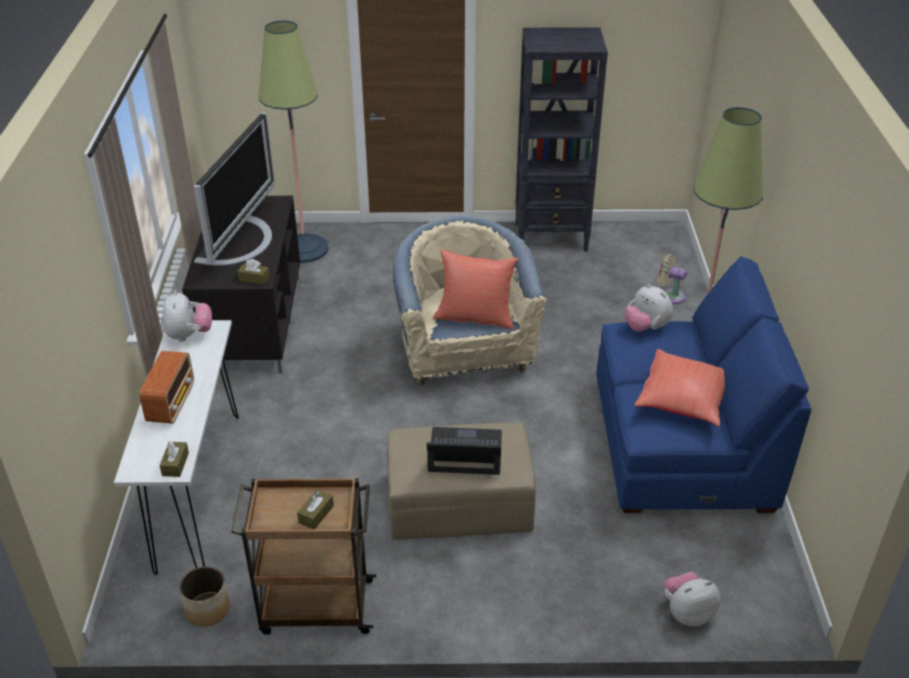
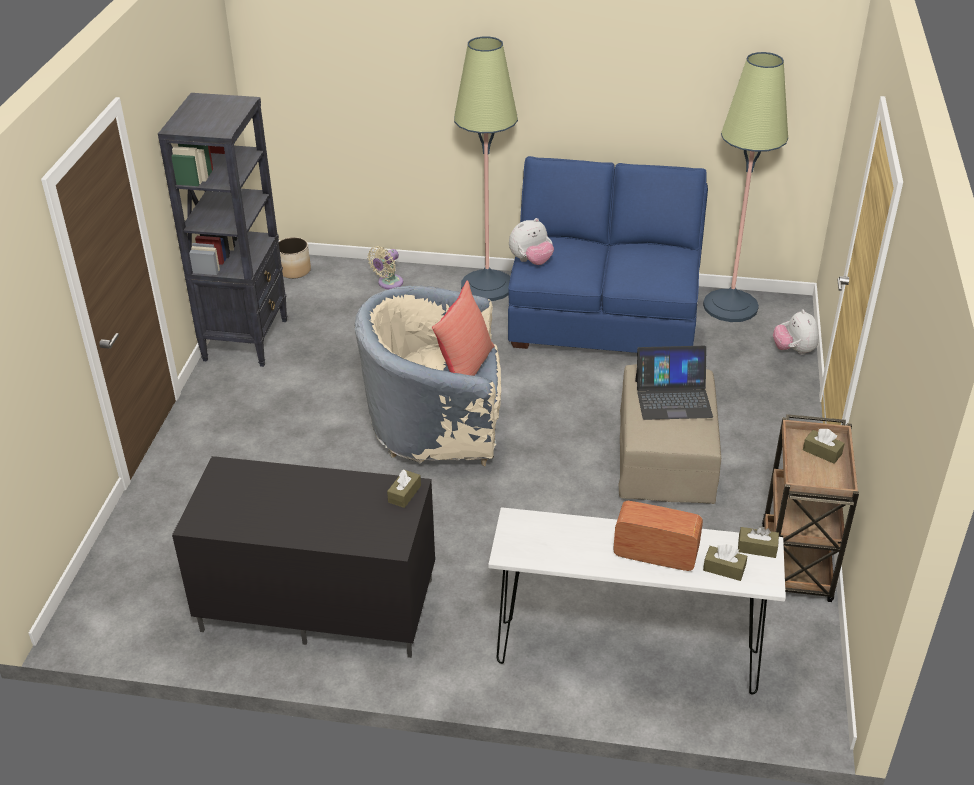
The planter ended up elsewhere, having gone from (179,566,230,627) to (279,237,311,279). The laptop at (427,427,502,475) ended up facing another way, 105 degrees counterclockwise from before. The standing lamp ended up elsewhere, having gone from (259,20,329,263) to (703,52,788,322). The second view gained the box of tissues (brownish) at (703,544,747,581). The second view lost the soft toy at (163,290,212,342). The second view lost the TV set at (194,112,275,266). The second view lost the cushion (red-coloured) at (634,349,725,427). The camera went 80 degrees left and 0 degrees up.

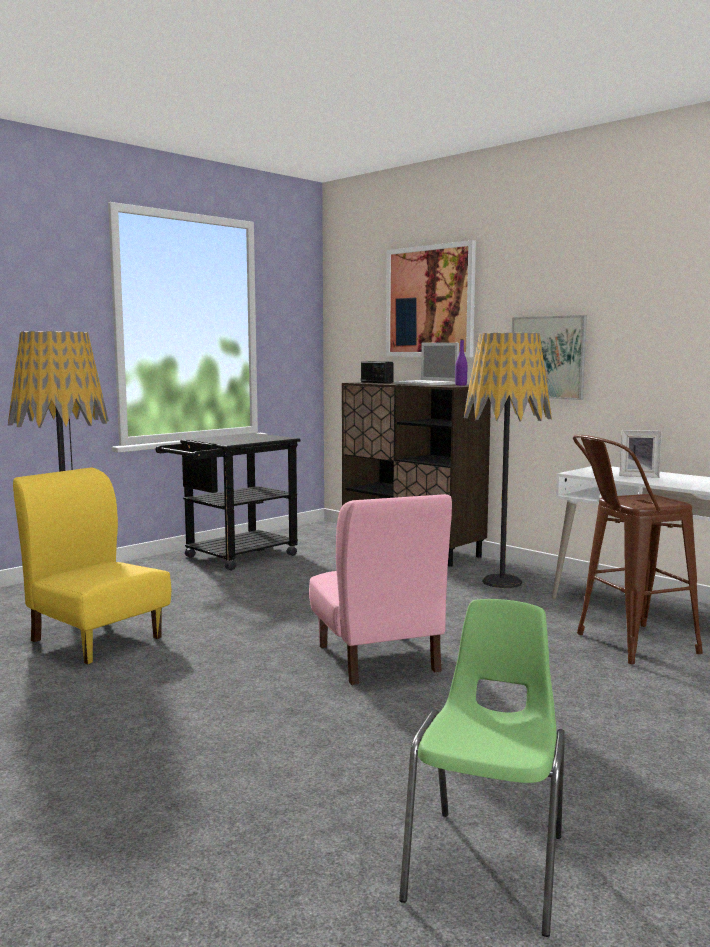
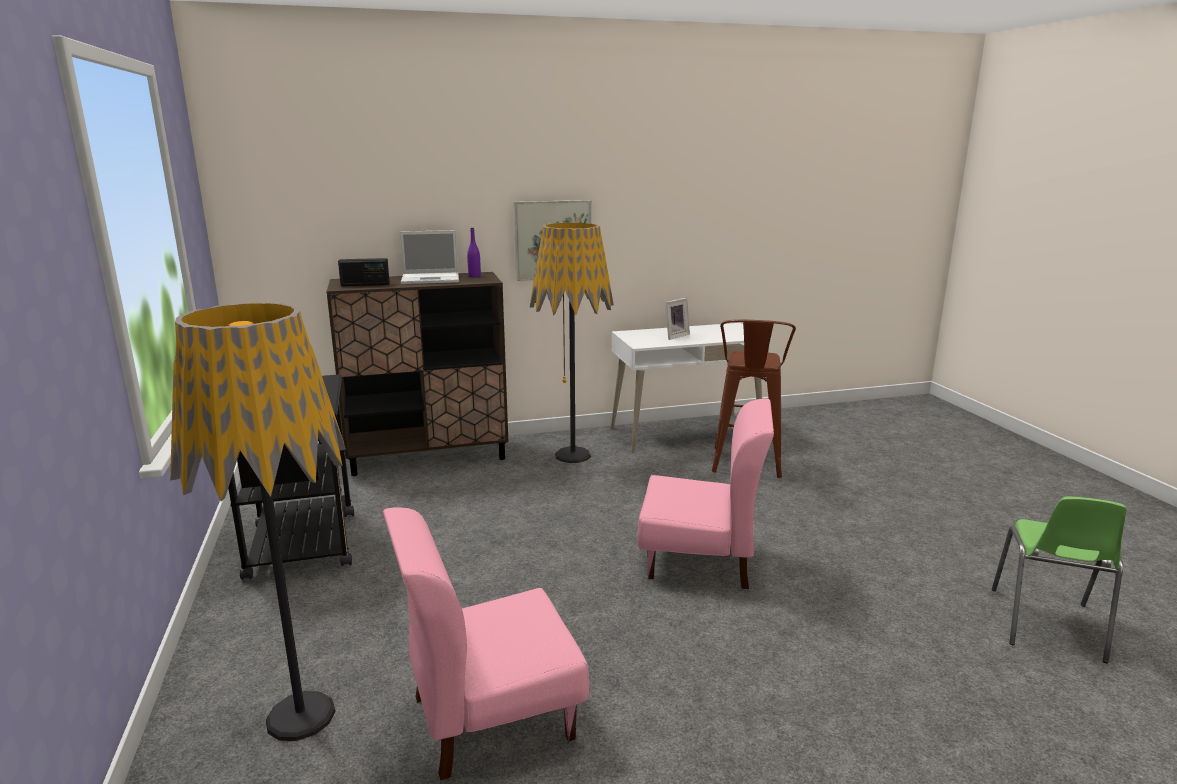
What was the upright chair (yellow-coloured) at (13,467,171,664) turned into the upright chair (pink) at (383,507,589,780). The upright chair (greenish) at (399,599,565,937) ended up facing another way, 120 degrees counterclockwise from before. The second view lost the wall picture at (386,240,476,357). The camera went 60 degrees left and 10 degrees up.

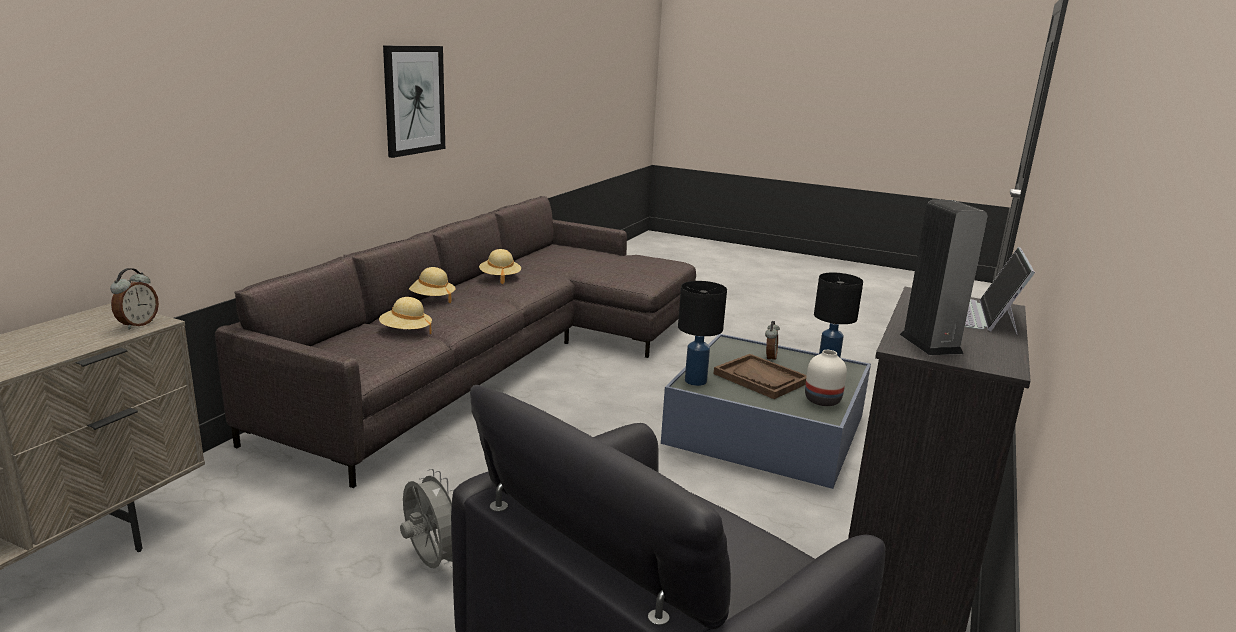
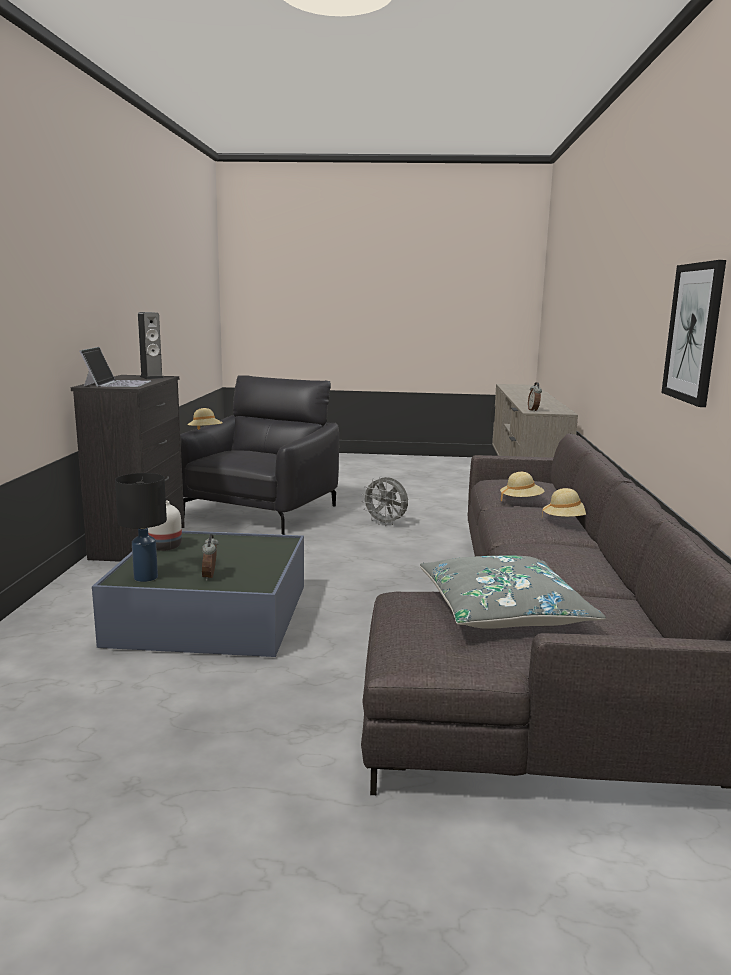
The clothing hat (beige) ended up elsewhere, having gone from (479,249,521,284) to (187,408,223,430). The second view gained the cushion (gray) at (420,556,606,629). The second view lost the lamp for a table (black-coloured) at (678,281,727,386). The second view lost the carrying tray (brownish) at (714,354,807,399). The camera went 160 degrees right and 5 degrees down.

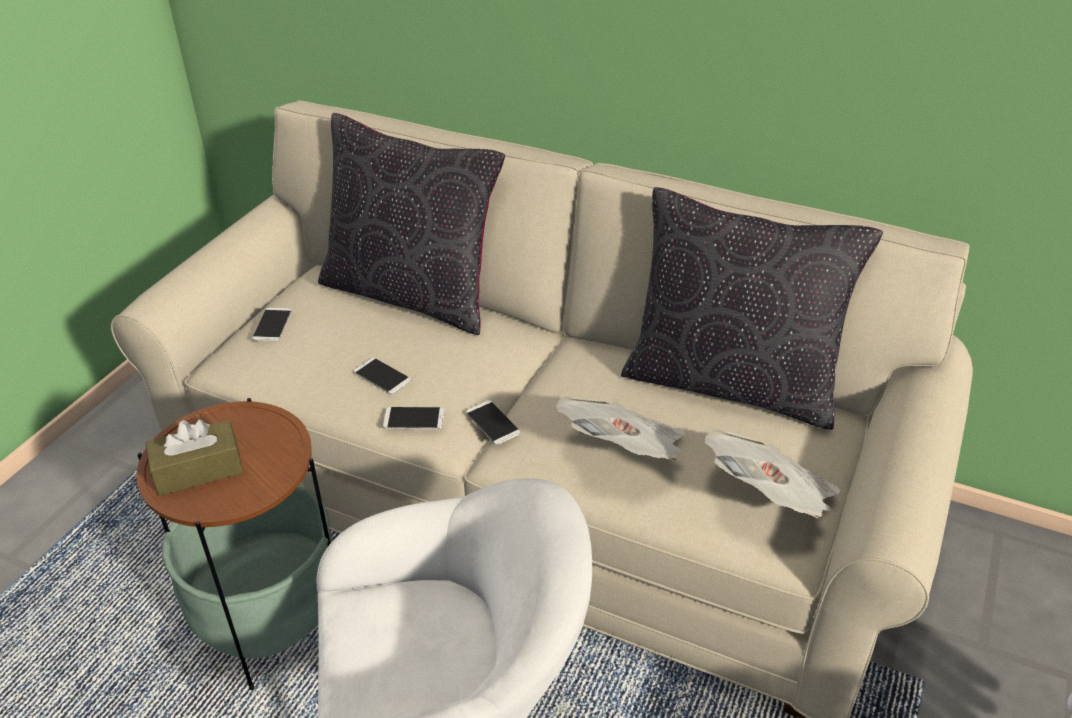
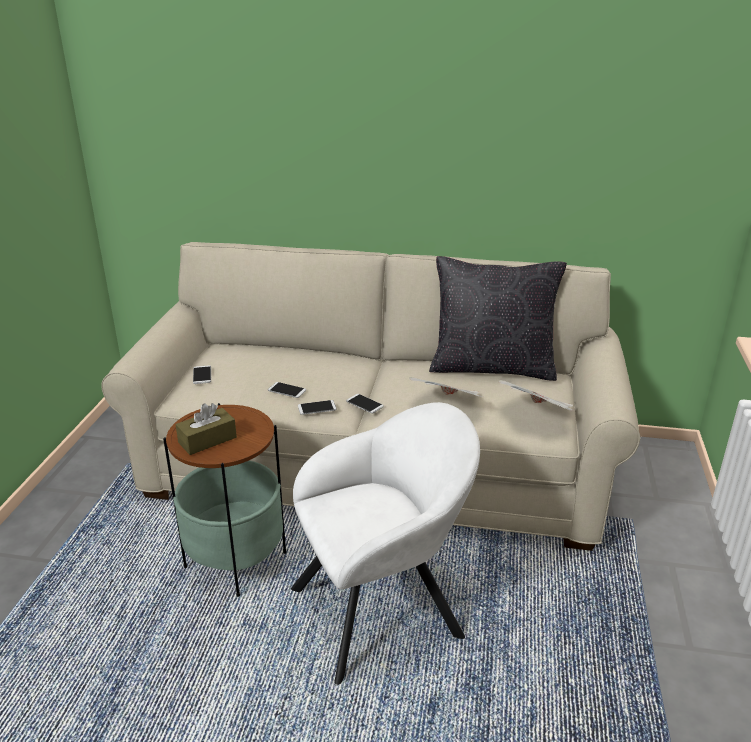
The second view lost the cushion (black-coloured) at (318,113,505,335). The camera went 15 degrees left and 10 degrees down.

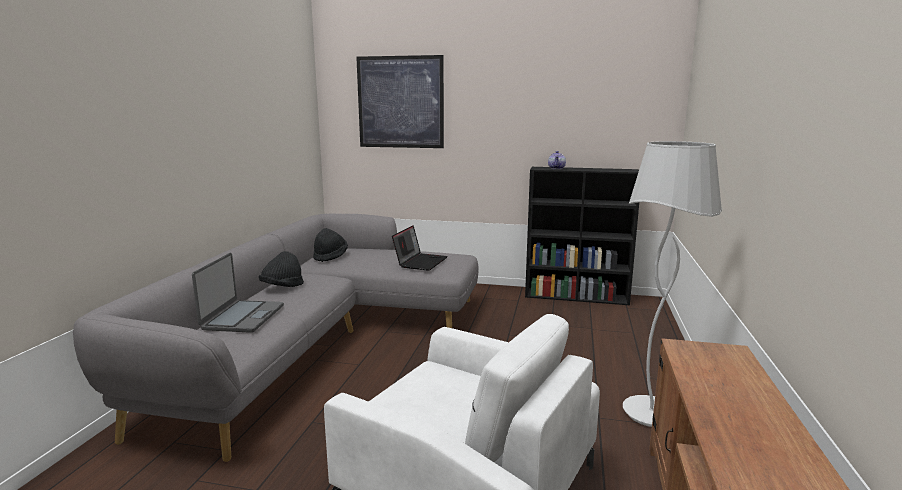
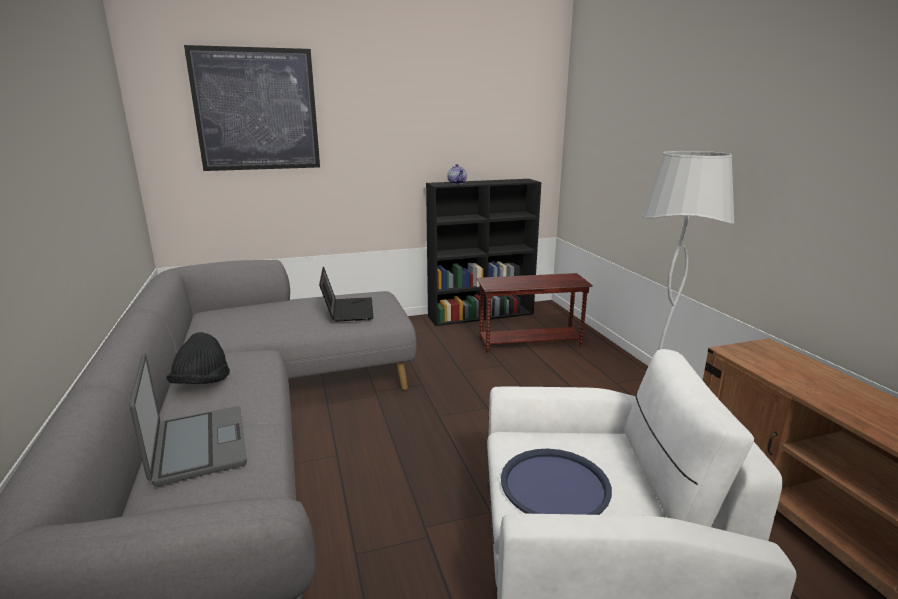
The second view gained the end table (brownish) at (477,273,593,352). The second view gained the carrying tray (blue-coloured) at (501,449,612,515). The second view lost the clothing hat (black-coloured) at (313,228,348,262). The camera went 30 degrees left and 5 degrees up.

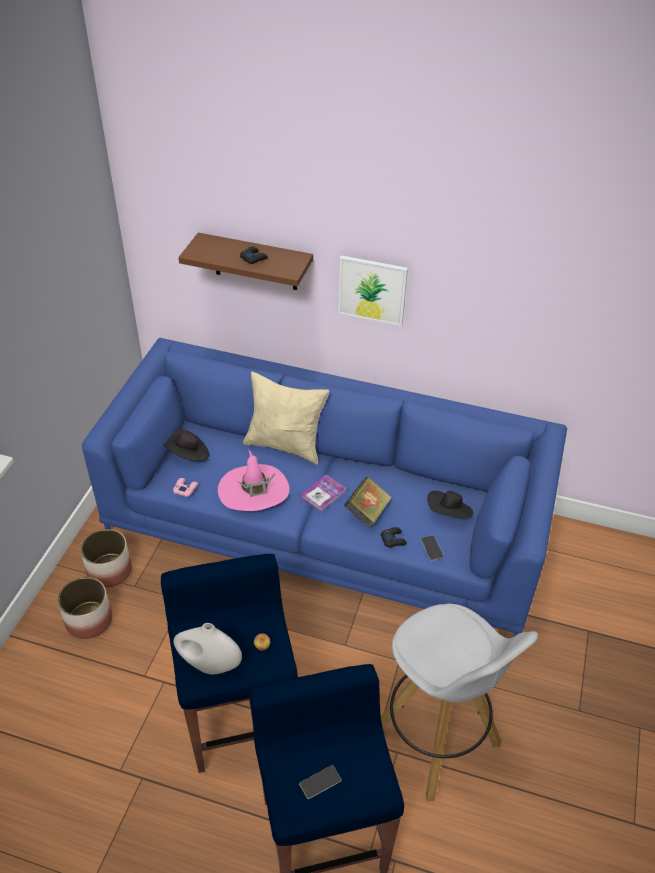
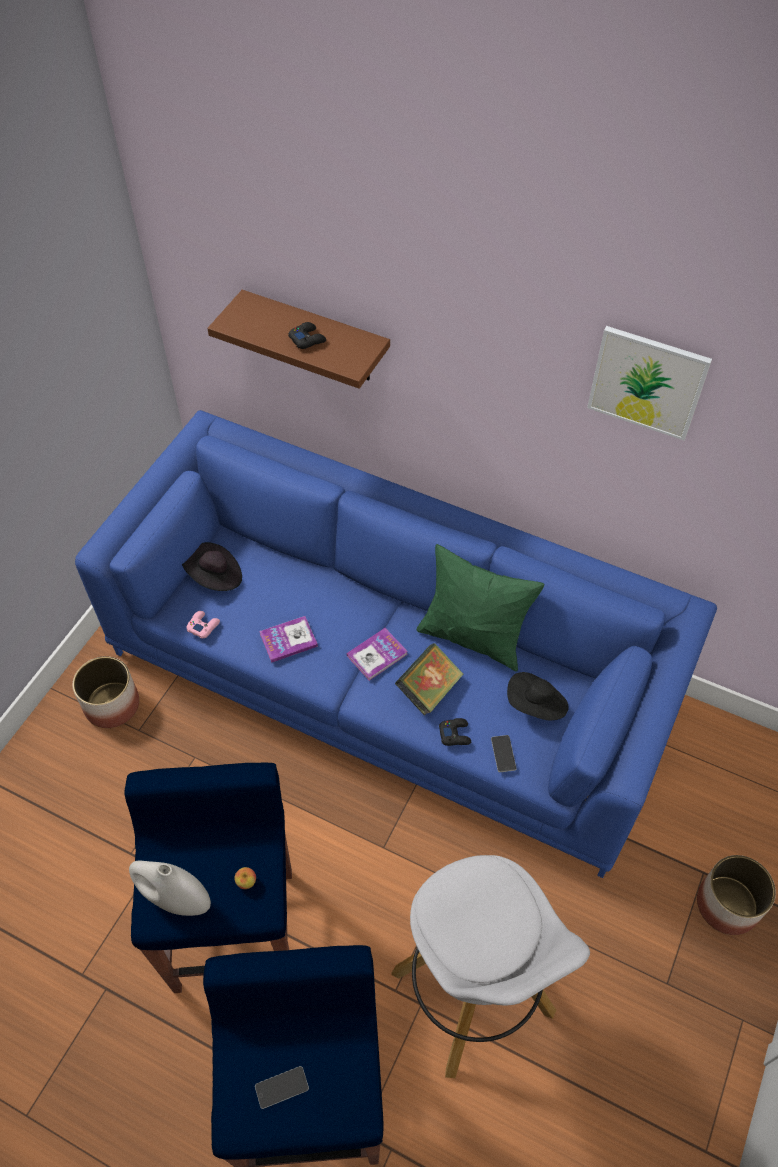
Where the clothing hat (pink) stood at (218,449,289,511), the bound book came to stand at (259,616,318,663). The second view gained the cushion (greenish) at (417,544,544,672). The wall picture ended up elsewhere, having gone from (338,255,408,326) to (587,326,712,440). The planter ended up elsewhere, having gone from (57,577,112,639) to (697,855,776,935). The second view lost the cushion (beige) at (243,372,329,464). The camera went 10 degrees right and 10 degrees up.

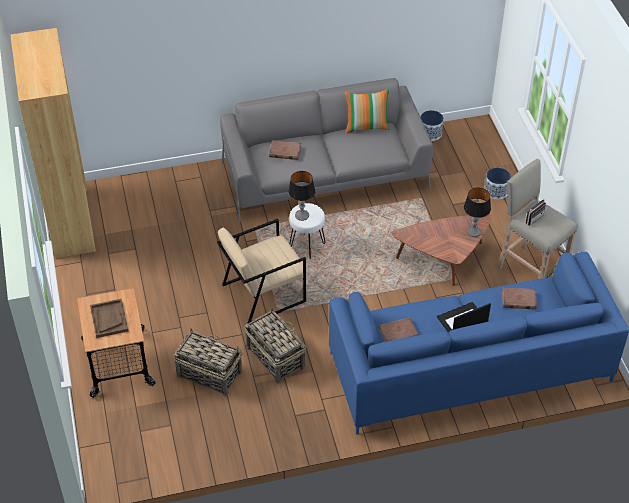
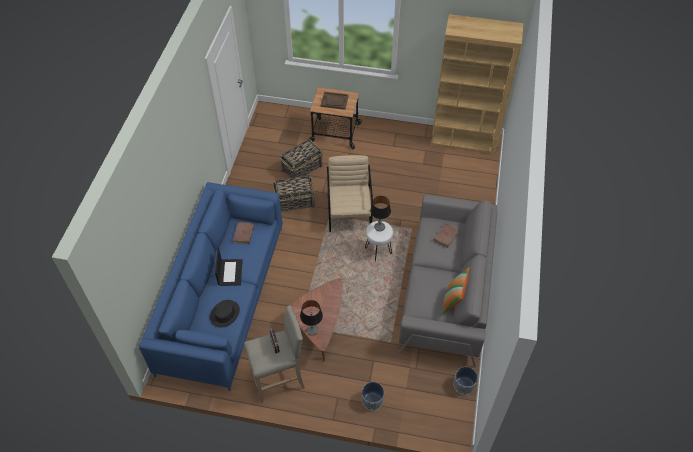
Where the bound book (brownish) stood at (502,287,537,310), the clothing hat (black-coloured) came to stand at (210,300,240,328). The camera went 115 degrees right and 5 degrees up.

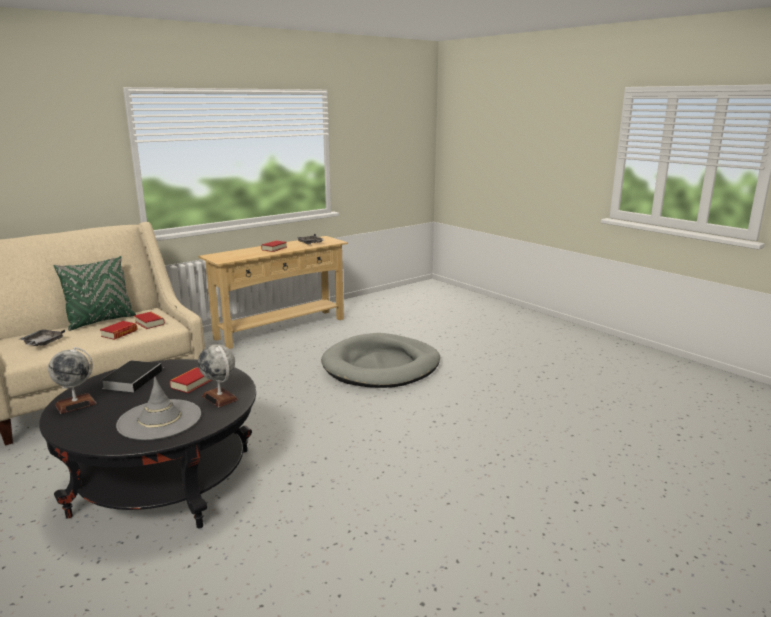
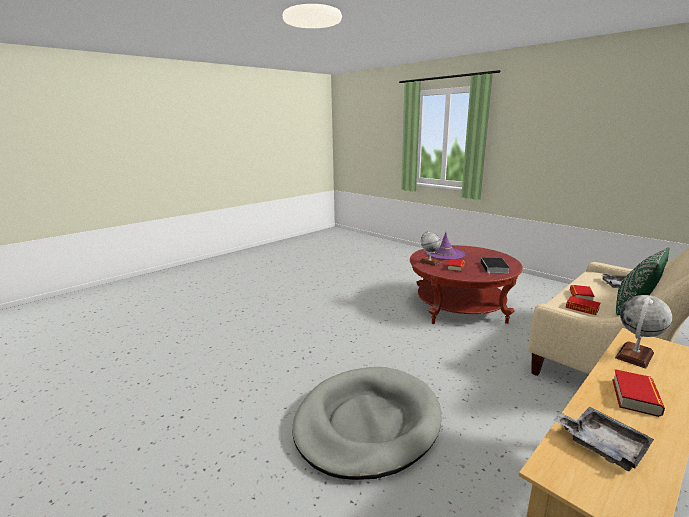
What was the coffee table (black-coloured) at (39,359,256,529) turned into the coffee table (red-coloured) at (410,245,523,324). What was the clothing hat (gray) at (116,377,201,440) turned into the clothing hat (purple) at (426,232,465,260). The desk globe ended up elsewhere, having gone from (48,347,97,414) to (615,295,672,369). The camera went 175 degrees right and 0 degrees up.

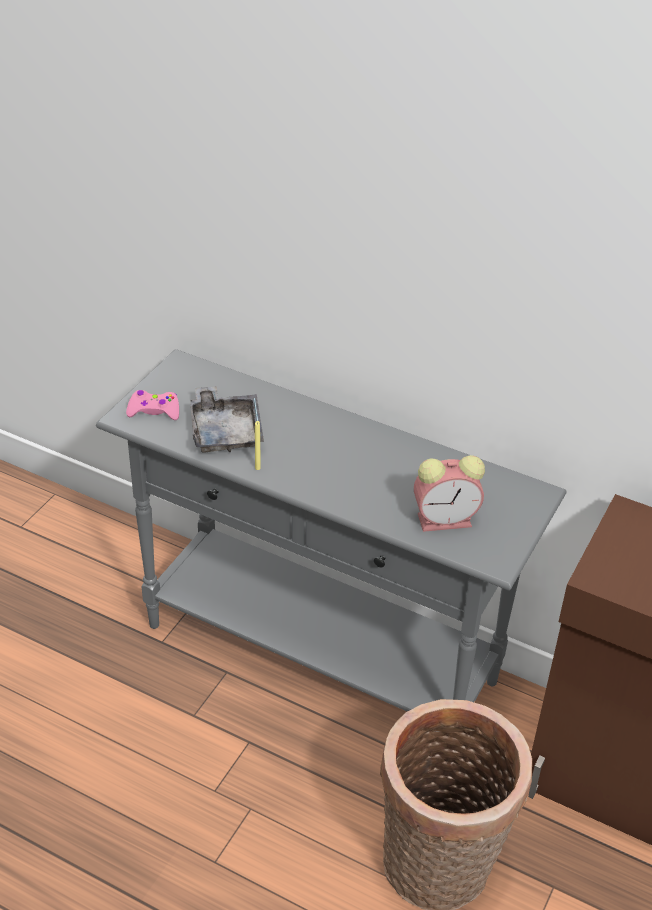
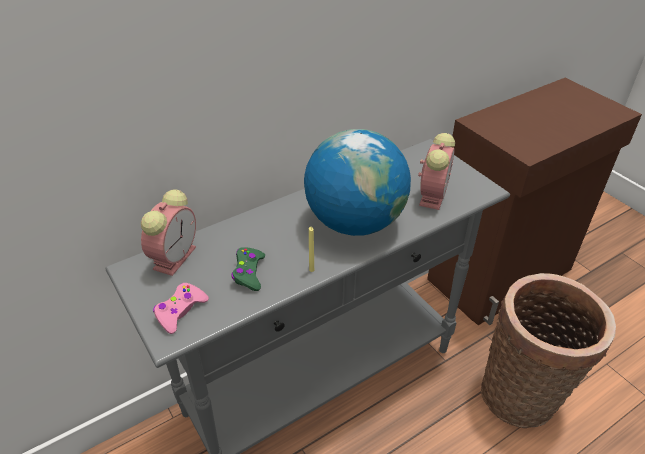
The second view gained the bedside clock at (141,189,196,276). Where the carrying tray (gray) stood at (190,386,264,453), the joypad (greenish) came to stand at (231,247,265,291). The second view gained the desk globe at (304,129,411,236). The camera went 60 degrees left and 0 degrees up.

